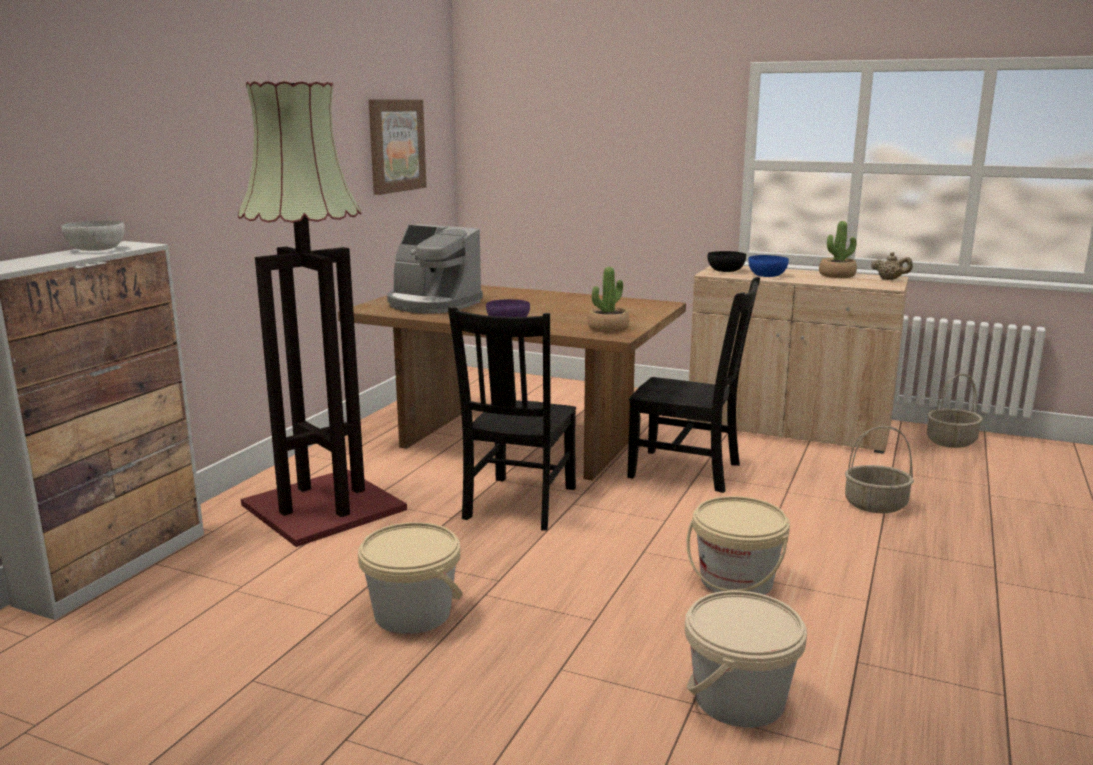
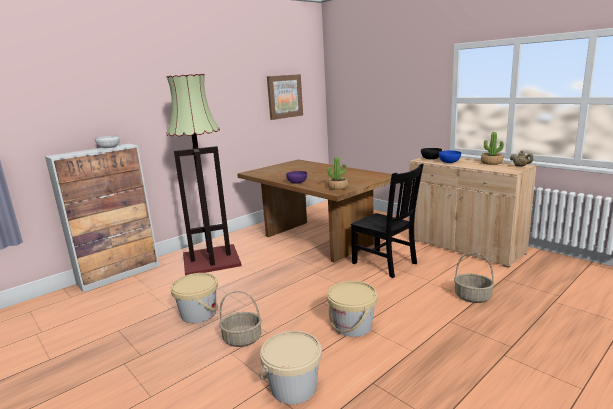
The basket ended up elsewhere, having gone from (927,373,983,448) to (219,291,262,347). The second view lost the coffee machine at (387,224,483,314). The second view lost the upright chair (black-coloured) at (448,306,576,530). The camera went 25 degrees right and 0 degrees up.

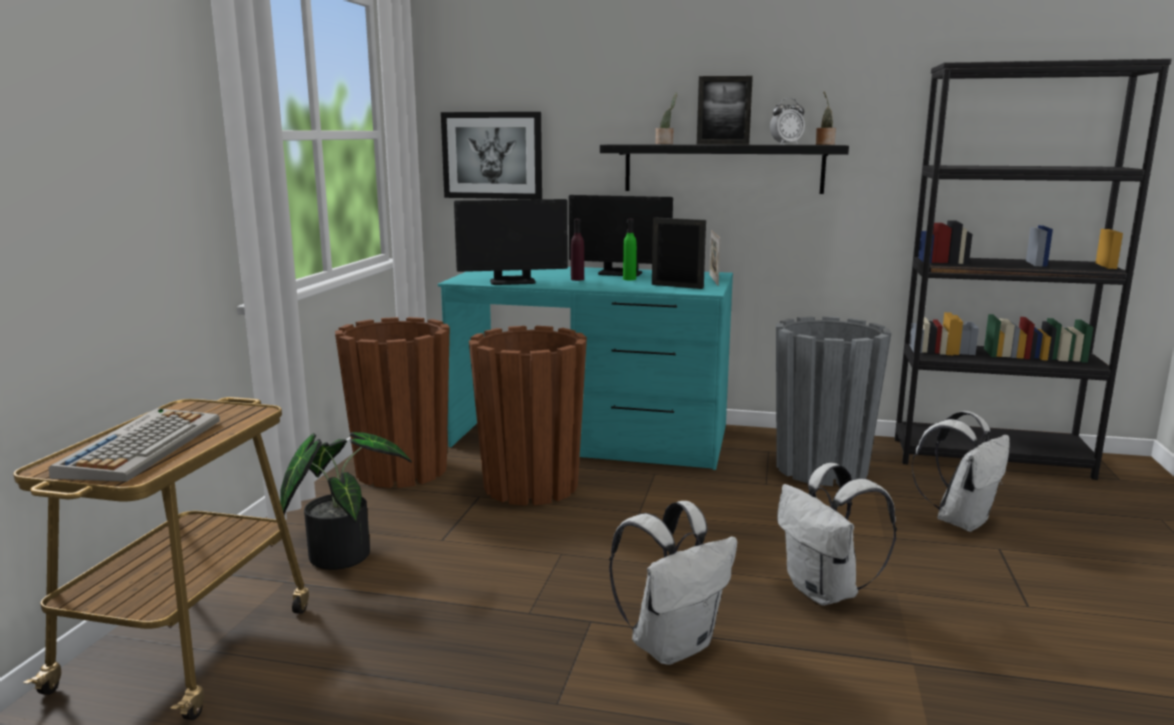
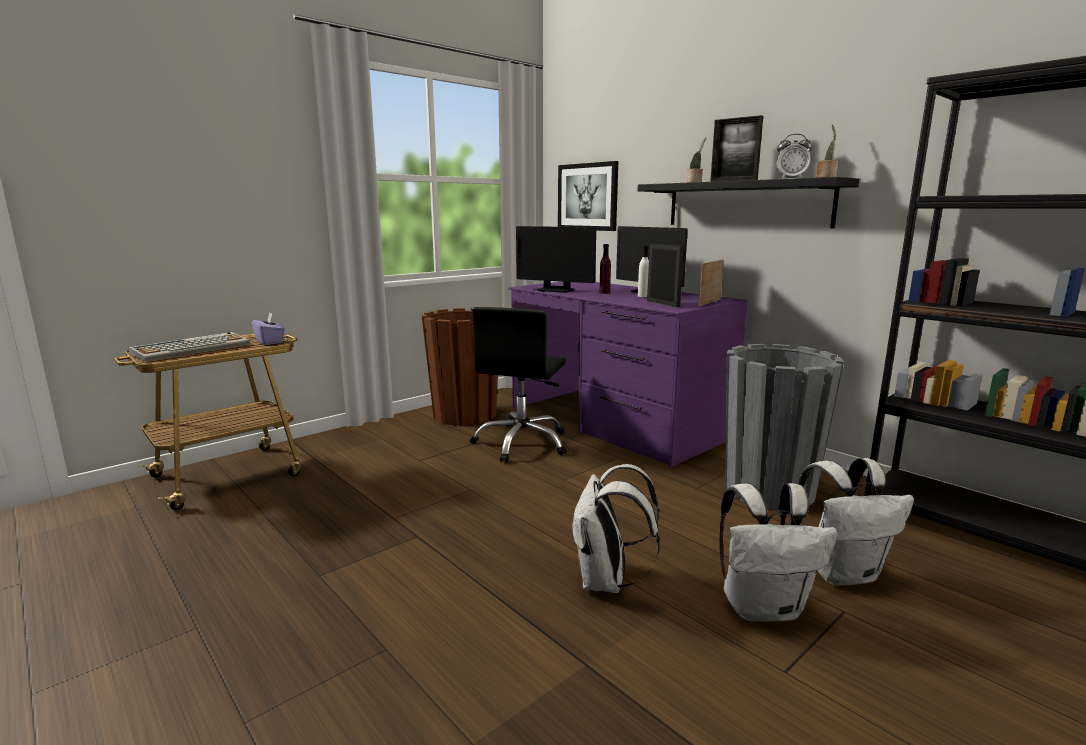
The second view gained the box of tissues (purple) at (252,313,285,345). Where the planter (brownish) stood at (469,326,587,506), the office chair (black-coloured) came to stand at (470,307,567,463). What was the desk (turquoise-coloured) at (438,267,733,470) turned into the desk (purple) at (508,282,748,467). What was the drink bottle (greenish) at (623,219,637,280) turned into the drink bottle (white-coloured) at (638,245,649,297). The knapsack (white-coloured) ended up elsewhere, having gone from (609,501,737,665) to (719,483,837,622). The second view lost the plant in a pot at (280,432,412,570). The camera went 35 degrees right and 0 degrees up.

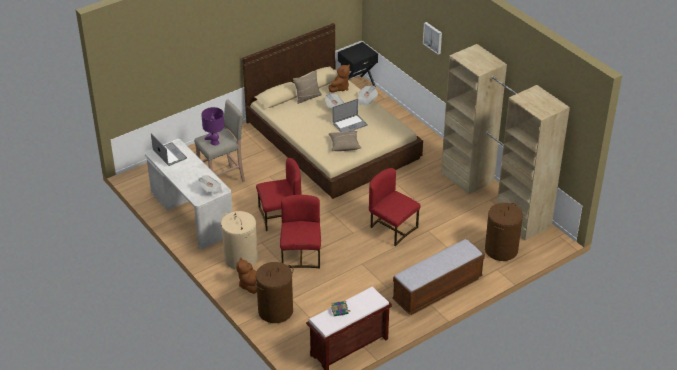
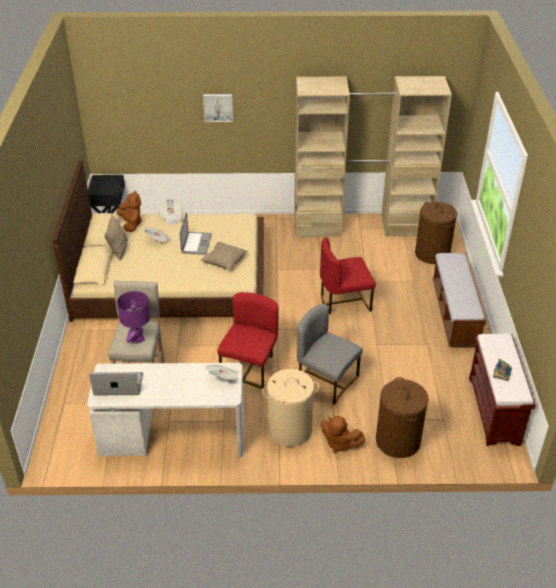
What was the upright chair (red-coloured) at (280,195,321,268) turned into the upright chair (gray) at (297,304,363,405). The camera went 55 degrees left and 0 degrees up.

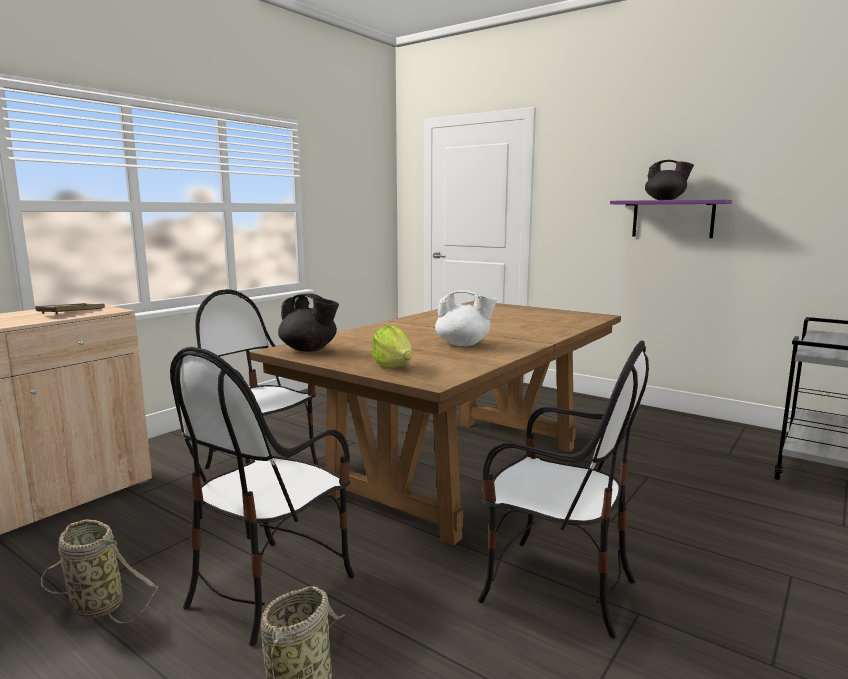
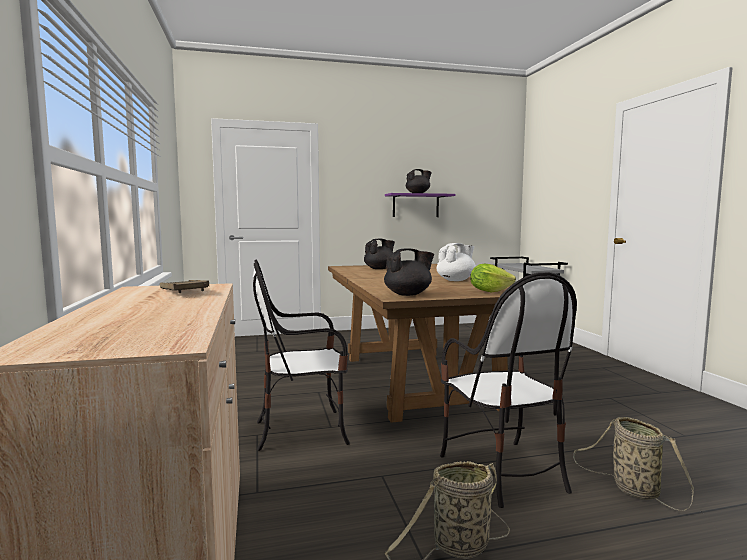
The second view gained the pot for tea (black-coloured) at (364,239,395,269). The second view lost the upright chair at (478,340,649,638). The camera went 50 degrees left and 5 degrees down.

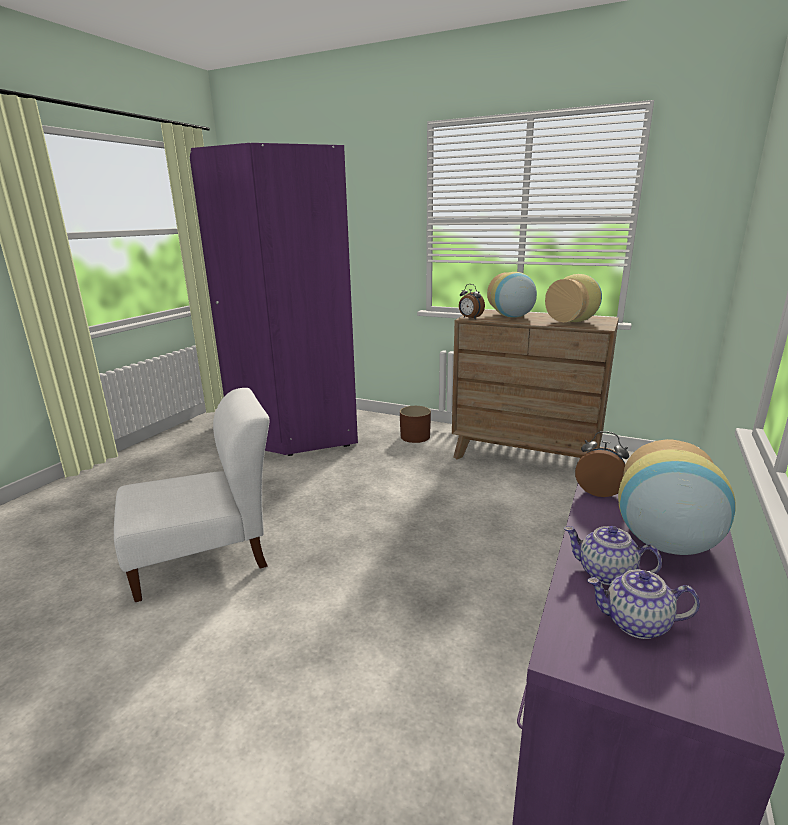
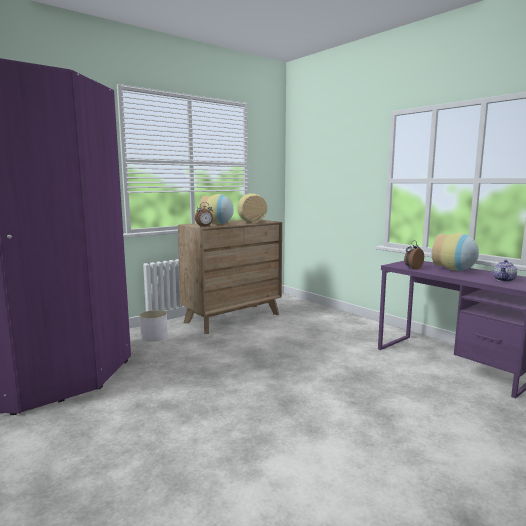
What was the planter (brownish) at (400,406,431,443) turned into the planter (white-coloured) at (139,310,167,342). The second view lost the upright chair (white-coloured) at (114,388,270,602). The second view lost the pot for tea at (564,526,662,585). The camera went 65 degrees left and 10 degrees down.

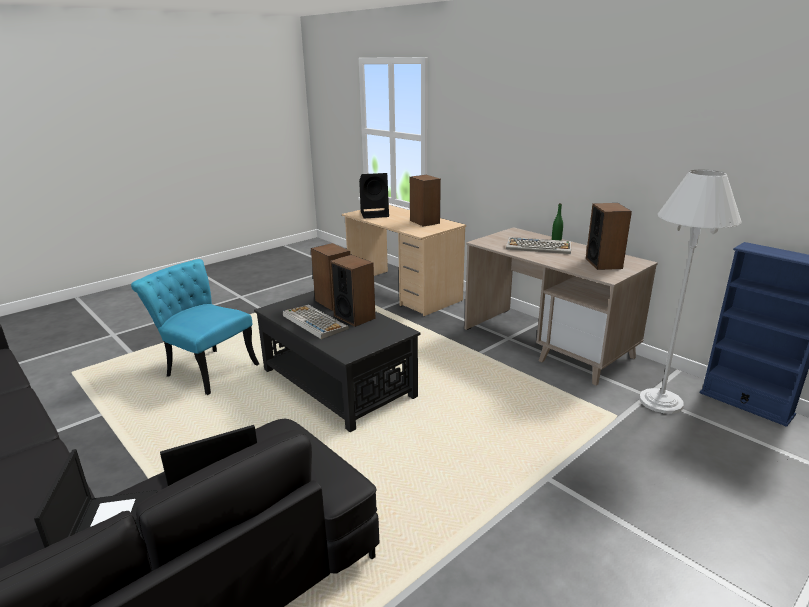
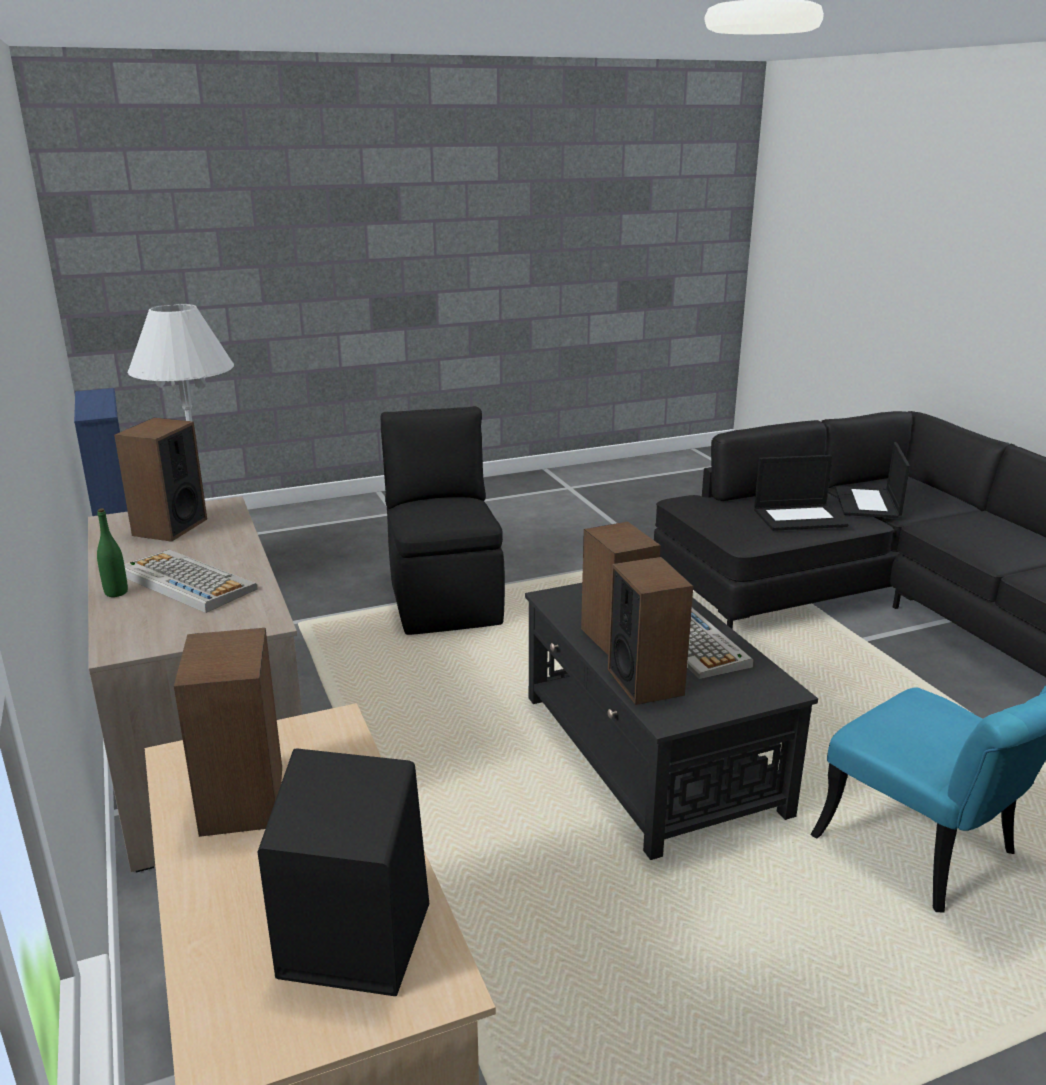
The second view gained the upright chair (black-coloured) at (380,406,505,635). The camera went 160 degrees left and 0 degrees up.

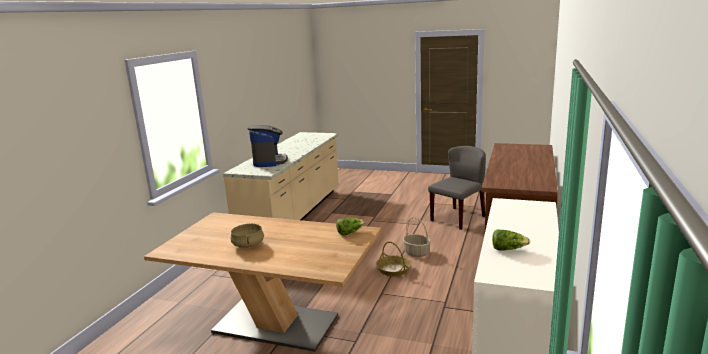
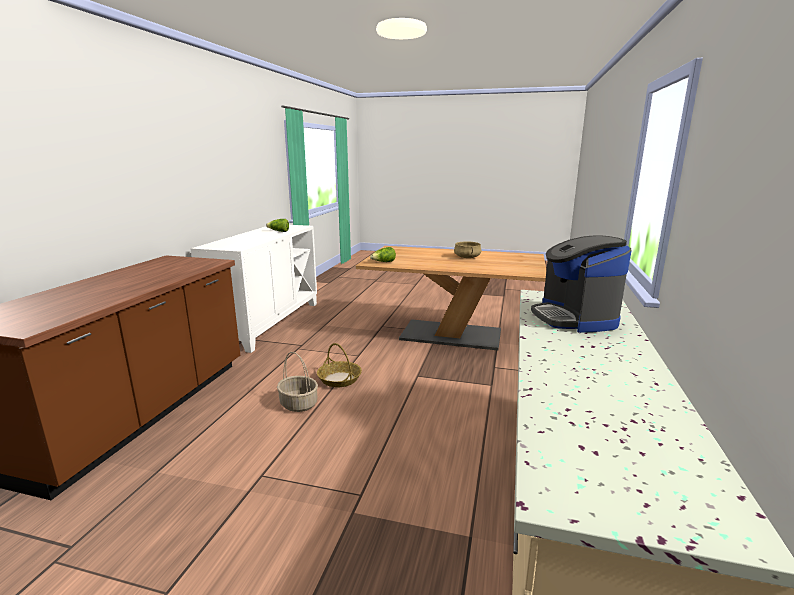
The second view lost the upright chair (gray) at (428,146,486,230). The camera went 175 degrees right and 0 degrees up.

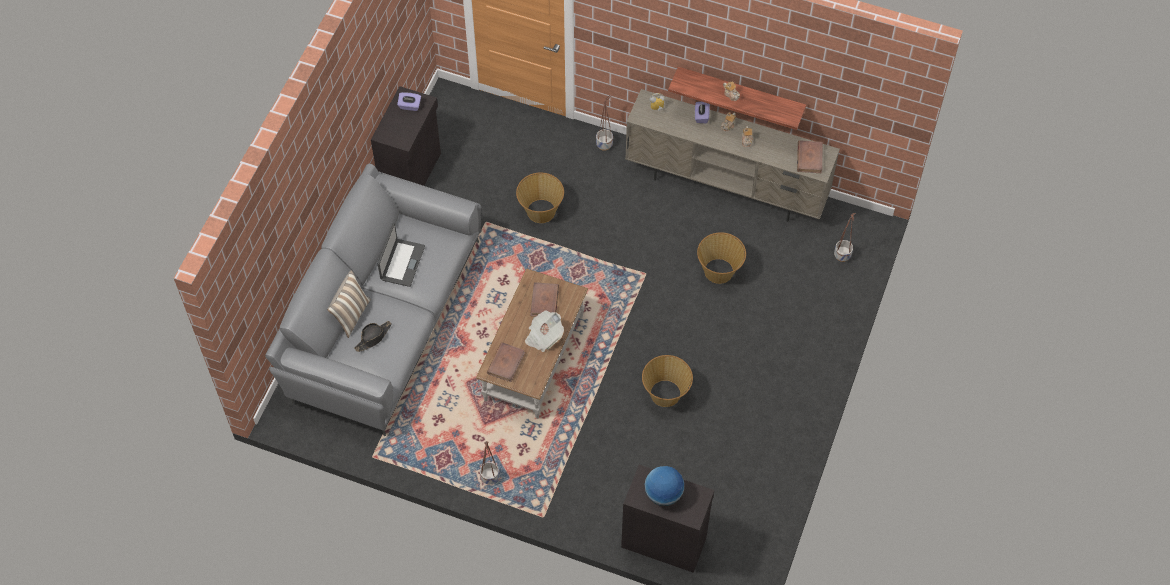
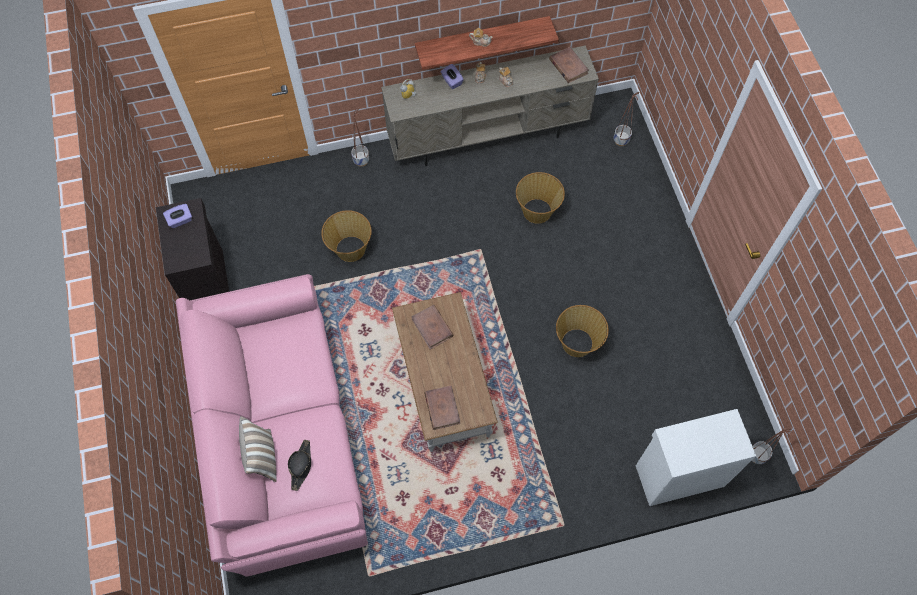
What was the sofa (gray) at (265,164,482,436) turned into the sofa (pink) at (176,274,368,577). What was the cupboard (black-coloured) at (621,465,714,573) turned into the cupboard (white-coloured) at (636,409,756,506). The planter ended up elsewhere, having gone from (480,441,499,485) to (752,429,794,464). The second view lost the laptop at (378,223,425,287). The second view lost the daily paper at (525,311,564,352). The second view lost the desk globe at (645,466,684,506). The camera went 35 degrees left and 5 degrees up.

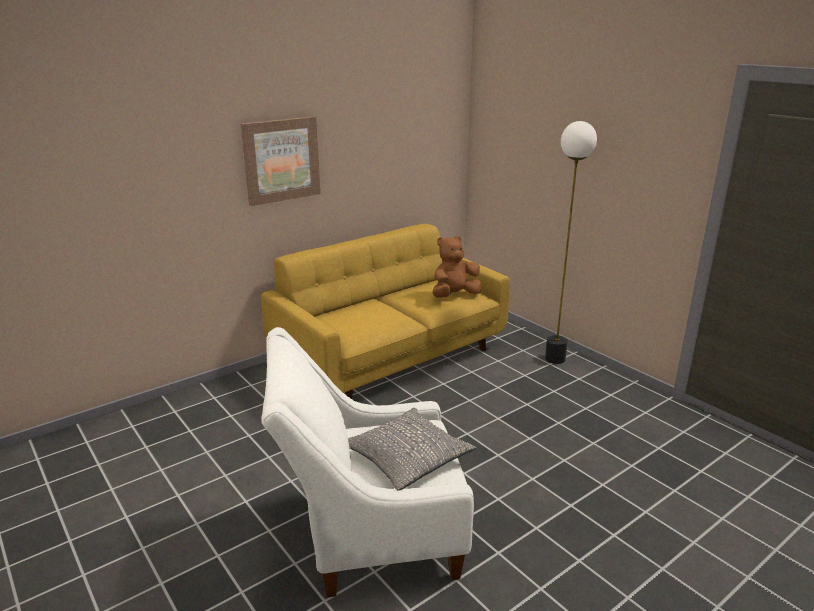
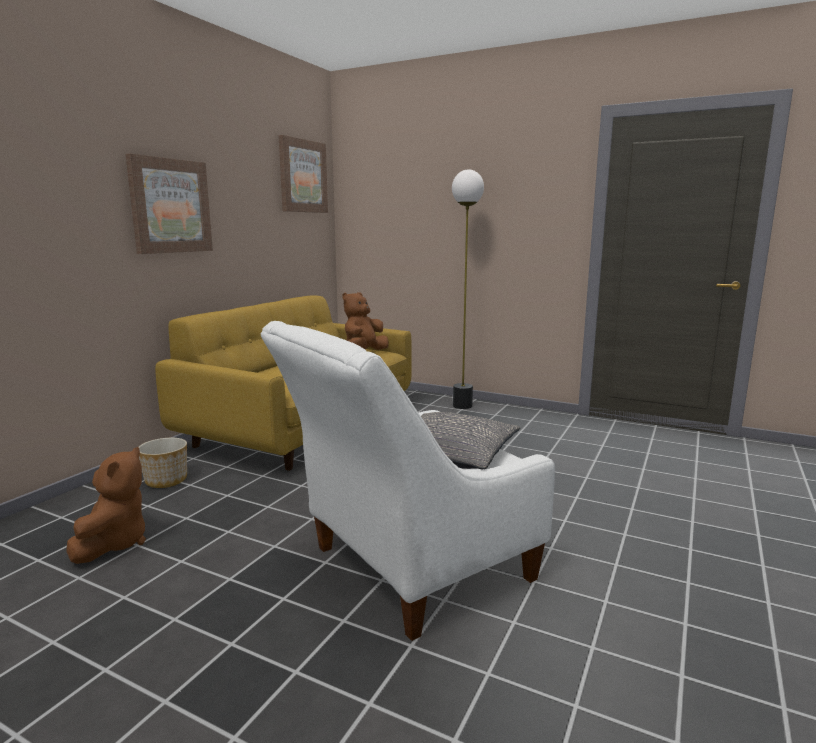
The second view gained the soft toy (brownish) at (66,447,146,564). The second view gained the planter at (138,438,187,488). The second view gained the wall picture at (279,135,328,213). The camera went 25 degrees left and 10 degrees down.

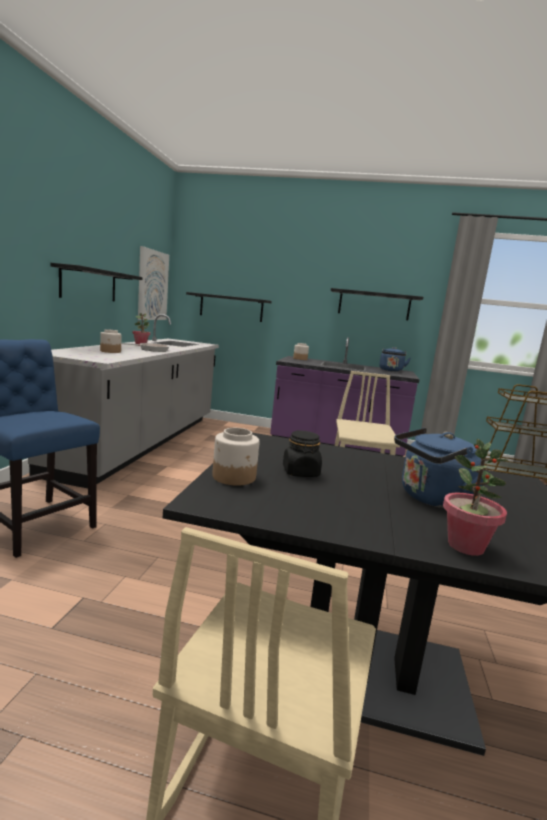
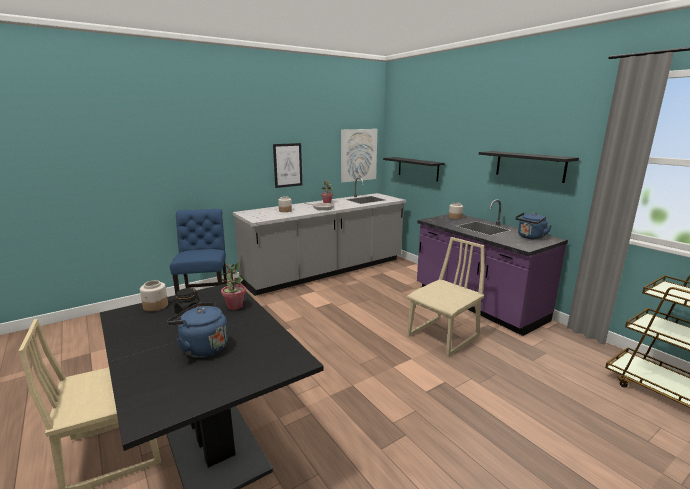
The plant in a pot ended up elsewhere, having gone from (443,439,508,556) to (221,263,246,310). Where the wall shelf (black-coloured) hung at (50,263,142,302), the wall picture came to hang at (273,143,302,188). The camera went 45 degrees right and 5 degrees up.

